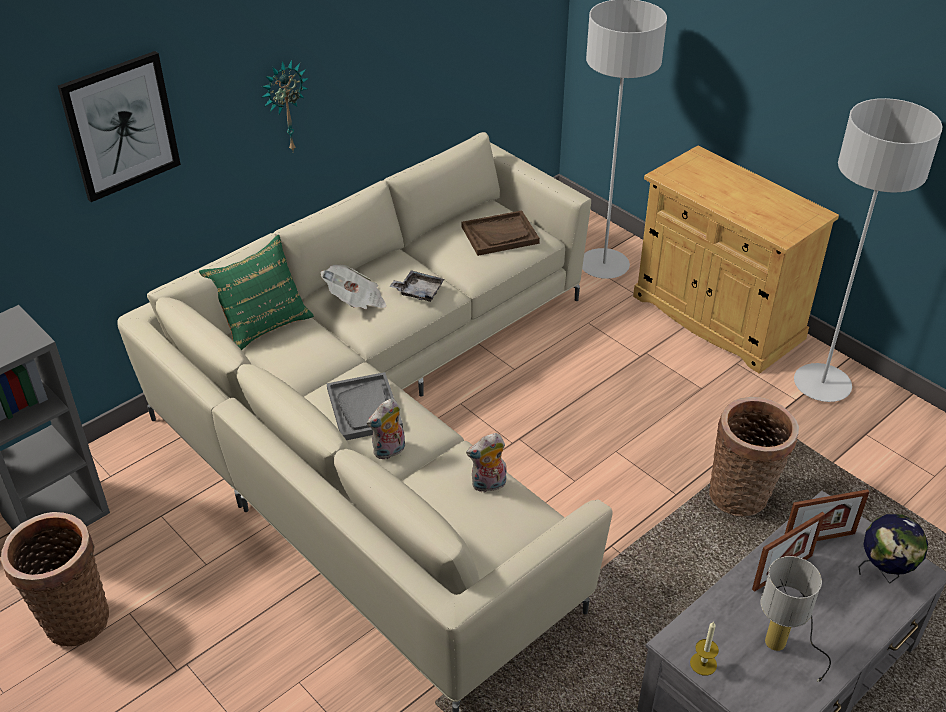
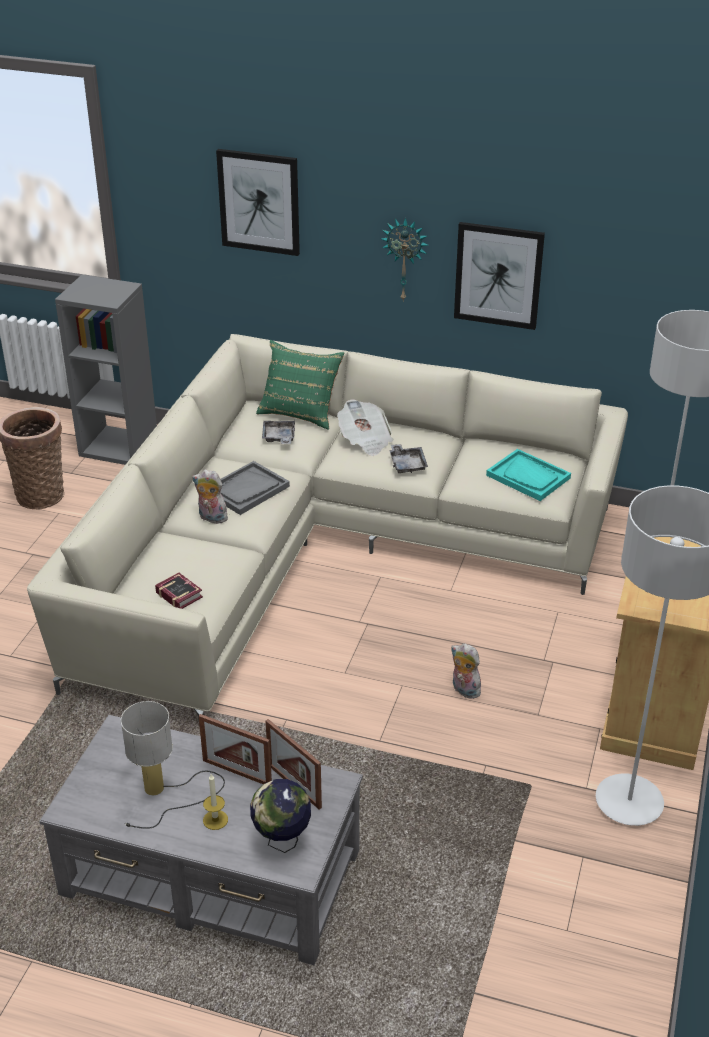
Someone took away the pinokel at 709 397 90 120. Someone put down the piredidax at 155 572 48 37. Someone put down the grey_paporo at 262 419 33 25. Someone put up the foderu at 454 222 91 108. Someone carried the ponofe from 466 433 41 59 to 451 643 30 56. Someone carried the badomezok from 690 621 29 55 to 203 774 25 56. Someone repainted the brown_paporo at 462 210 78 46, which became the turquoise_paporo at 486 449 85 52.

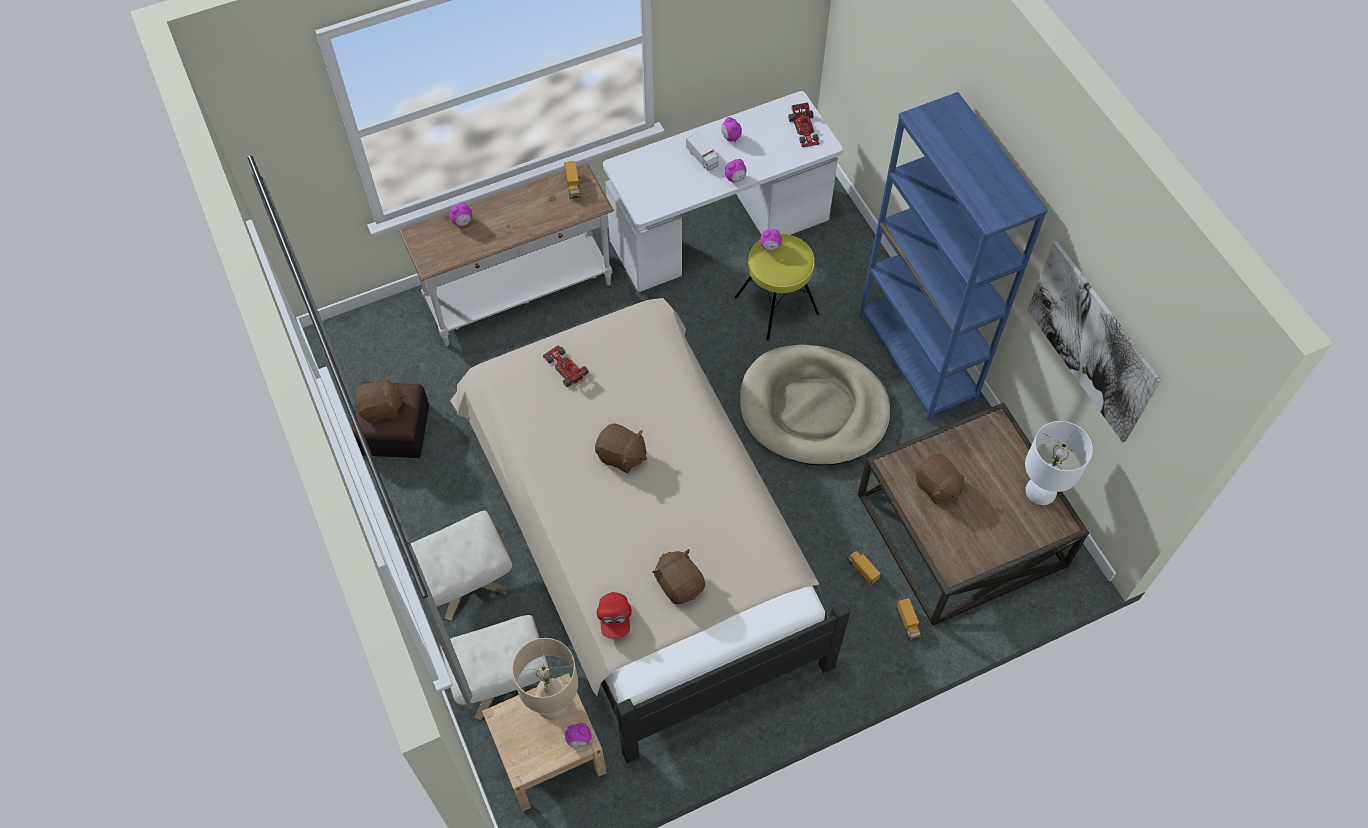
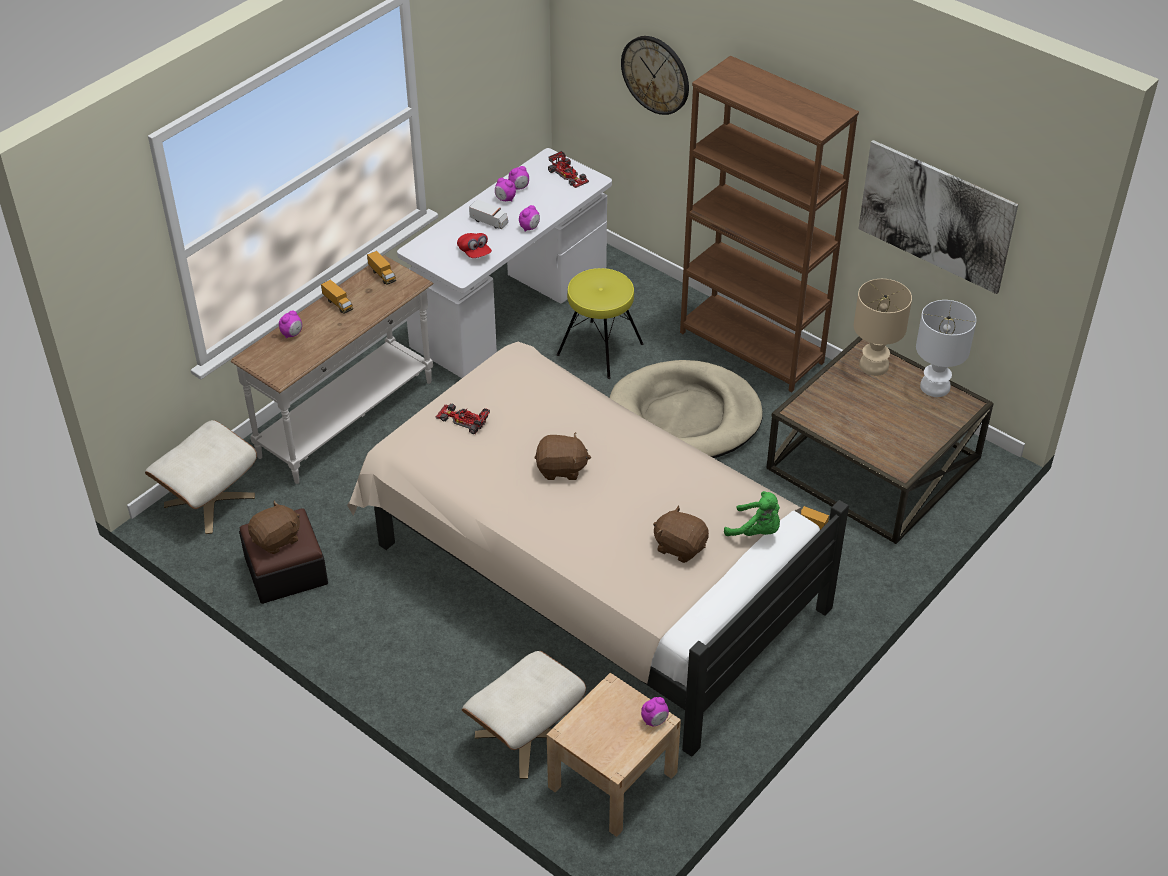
Someone took away the brown_ponofe at 915 454 52 50. Someone put up the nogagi at 621 36 68 79. Someone put down the green_ponofe at 724 491 56 45. Someone carried the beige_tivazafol from 411 510 102 111 to 145 420 112 114. Someone carried the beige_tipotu from 512 638 66 82 to 854 279 58 97. Someone carried the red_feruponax from 597 592 35 47 to 457 233 35 25. Someone carried the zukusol from 760 229 22 22 to 508 166 21 24. Someone carried the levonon from 896 598 25 43 to 321 279 32 35. Someone repainted the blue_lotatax at 860 92 188 329, which became the brown_lotatax at 680 56 179 337.

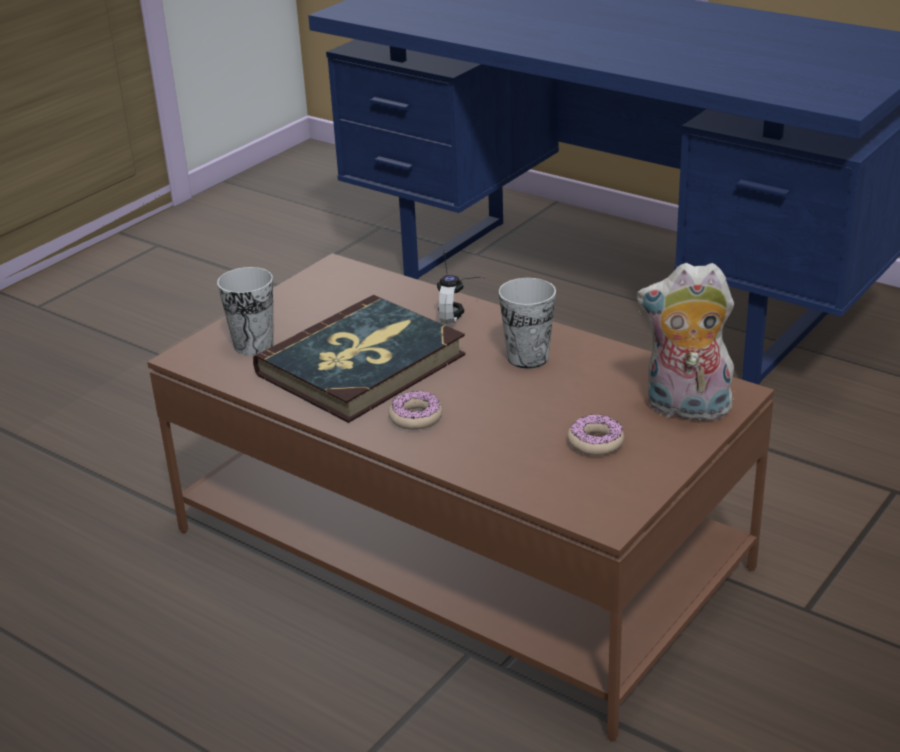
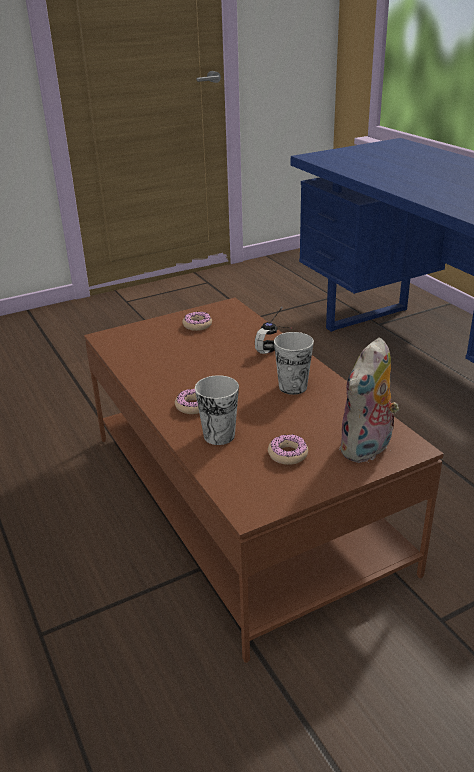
Someone took away the piredidax at 253 295 213 128. Someone put down the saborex at 183 312 29 19. Someone carried the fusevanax from 217 267 57 88 to 195 375 44 70. Someone rotated the ponofe at 637 263 97 158 by 90 degrees counterclockwise.

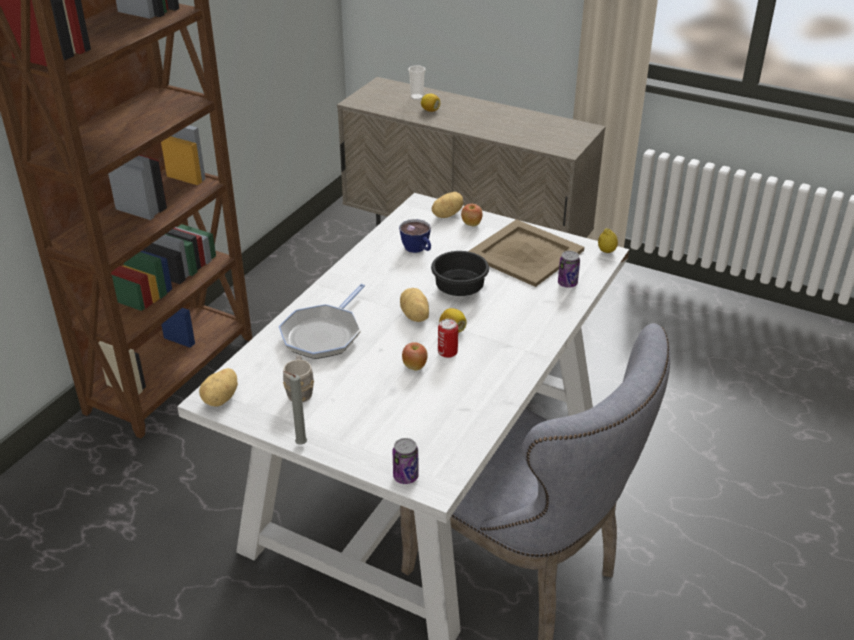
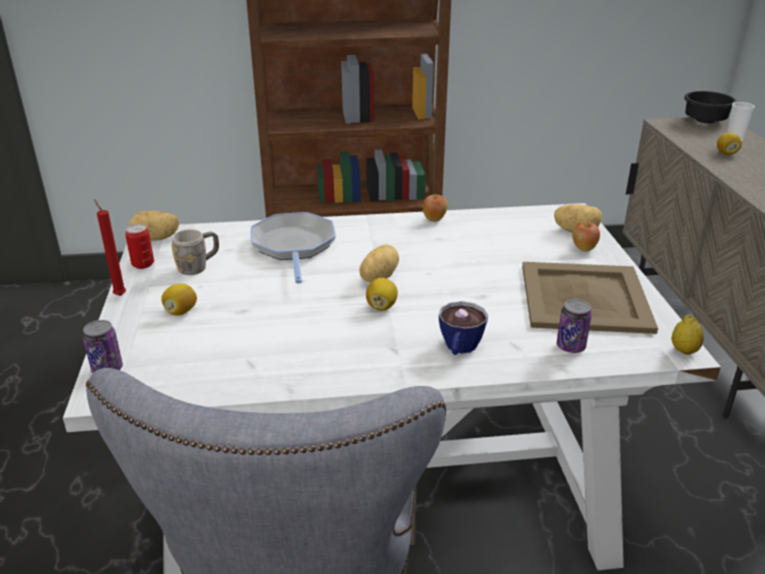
Someone put down the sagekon at 161 284 36 32. Someone carried the fusevanax from 399 219 32 34 to 439 301 49 54. Someone carried the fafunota from 402 342 26 28 to 423 194 25 28. Someone carried the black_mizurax from 431 251 58 45 to 684 91 52 32. Someone carried the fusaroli from 438 319 20 39 to 125 224 29 45. Someone repainted the grey_badomezok at 283 371 24 74, which became the red_badomezok at 94 199 32 97. Someone rotated the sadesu at 279 284 86 75 by 90 degrees clockwise.

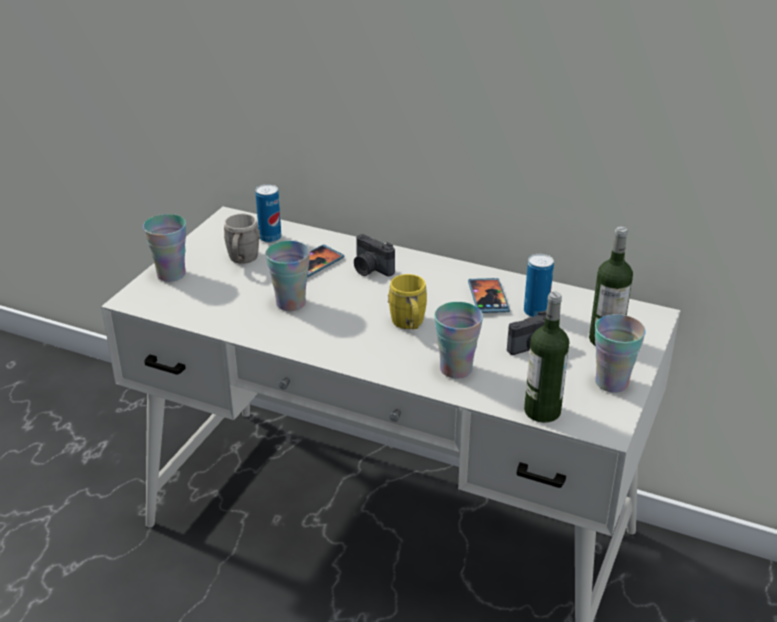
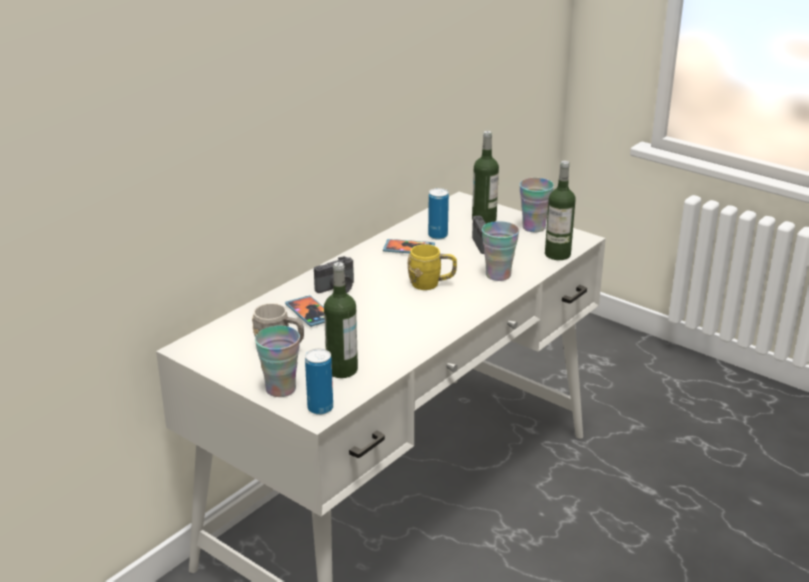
Someone took away the fusevanax at 265 241 45 70. Someone put down the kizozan at 324 262 34 116. Someone carried the fusaroli from 255 184 26 59 to 305 348 28 67.

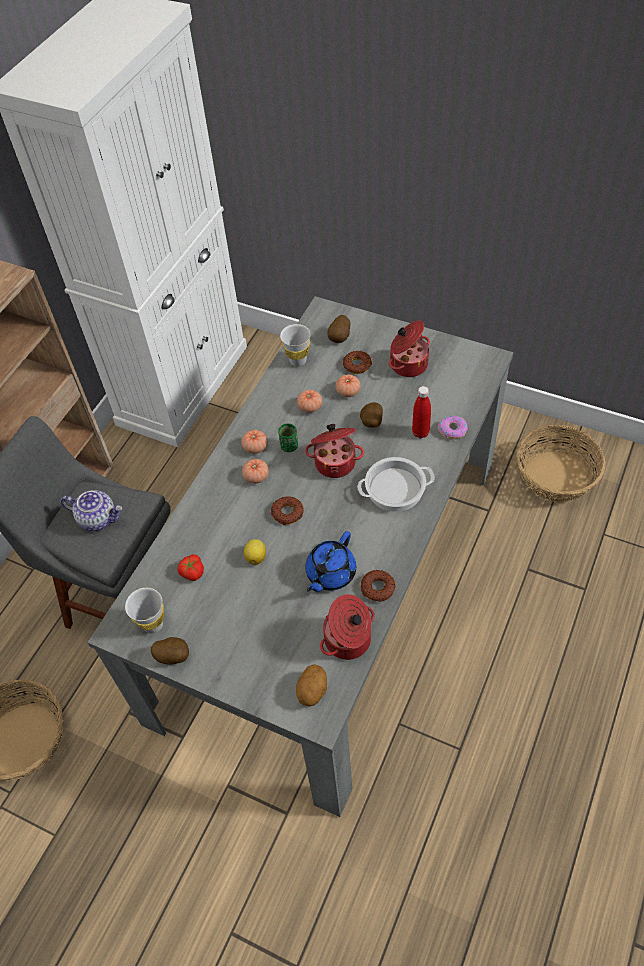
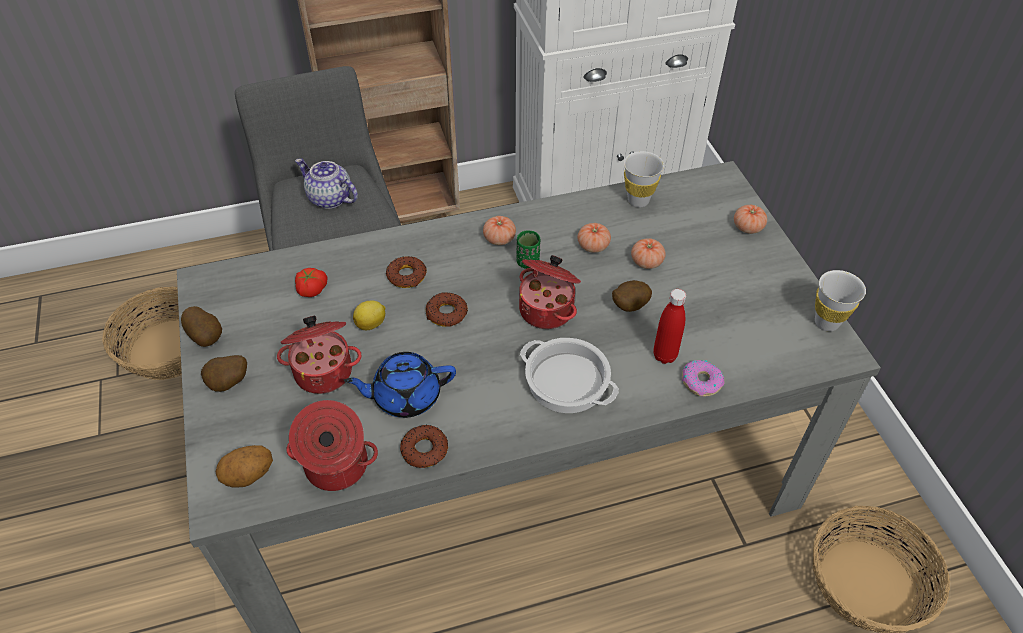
Someone carried the white_fusevanax from 125 588 39 46 to 815 270 51 62. Someone carried the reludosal from 242 459 27 25 to 734 205 33 29. Someone carried the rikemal from 327 315 23 28 to 201 355 46 37. Someone carried the saborex from 343 351 29 23 to 386 256 41 32. Someone carried the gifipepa from 388 320 42 57 to 277 316 85 78. Someone rotated the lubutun at 61 490 62 41 by 150 degrees clockwise.

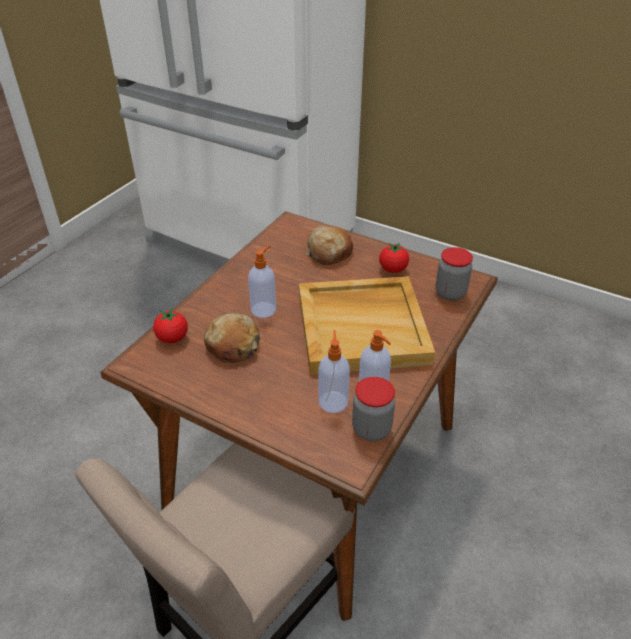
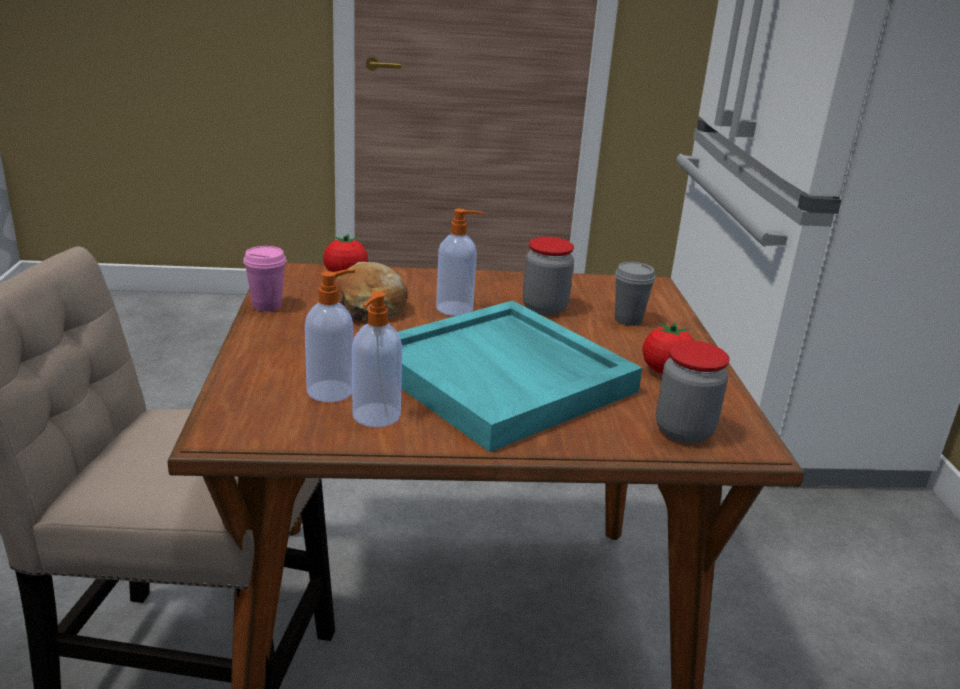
Someone put down the pink_fusevanax at 243 246 43 66. Someone carried the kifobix from 352 377 43 64 to 523 237 51 78. Someone swapped the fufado at 306 226 47 39 for the grey_fusevanax at 615 262 41 64. Someone repainted the beige_paporo at 299 276 136 99, which became the turquoise_paporo at 397 300 245 152.

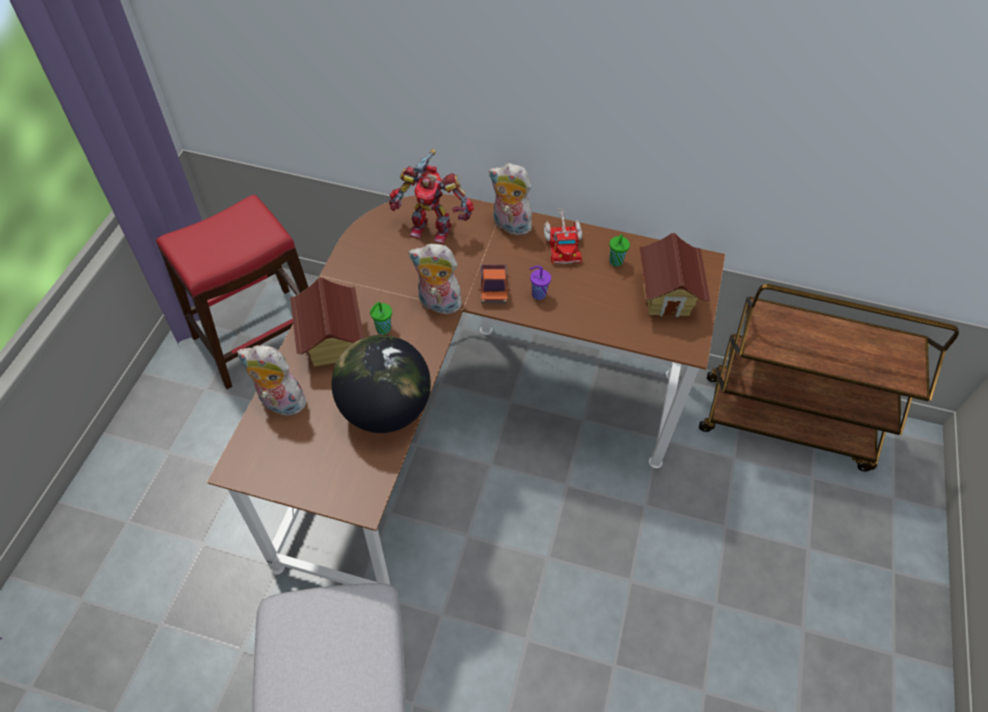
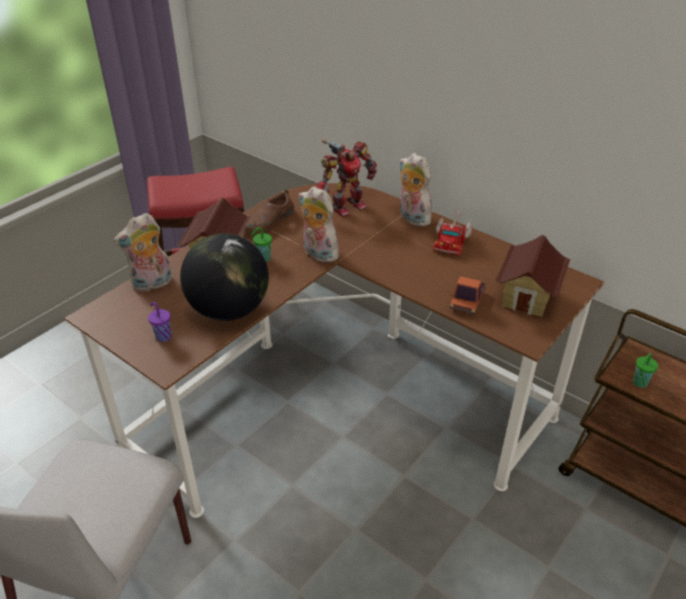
Someone put down the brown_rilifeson at 242 189 52 48. Someone carried the levonon from 479 265 31 38 to 450 276 36 39. Someone carried the purple_fusevanax from 529 265 22 35 to 148 302 23 40. Someone carried the green_fusevanax from 609 234 21 32 to 633 353 25 35. Someone rotated the ponofe at 237 345 71 71 by 75 degrees counterclockwise. Someone rotated the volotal at 389 149 85 95 by 75 degrees counterclockwise.

